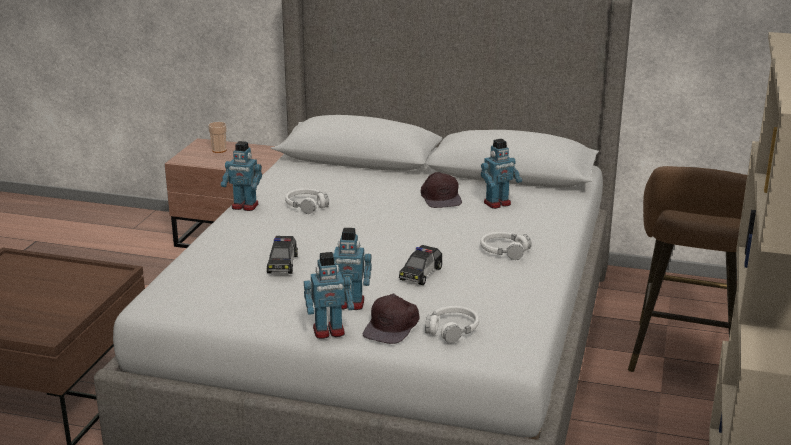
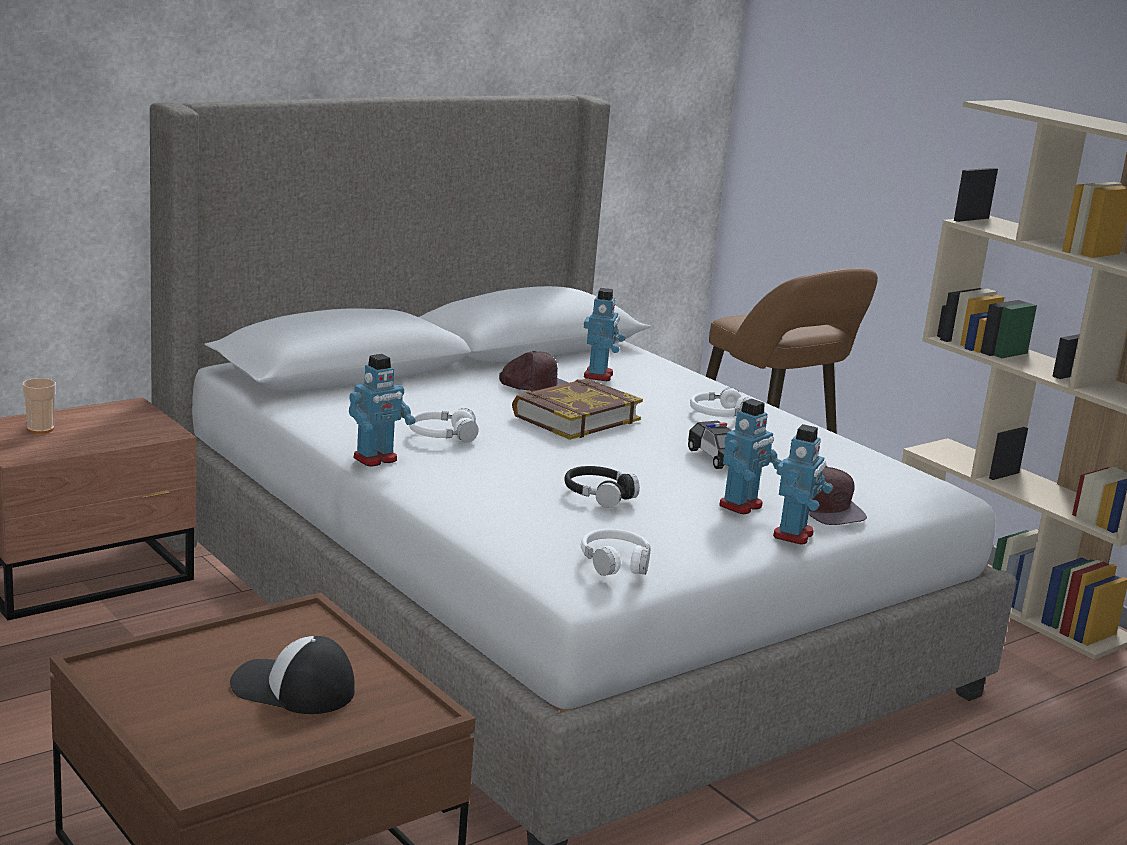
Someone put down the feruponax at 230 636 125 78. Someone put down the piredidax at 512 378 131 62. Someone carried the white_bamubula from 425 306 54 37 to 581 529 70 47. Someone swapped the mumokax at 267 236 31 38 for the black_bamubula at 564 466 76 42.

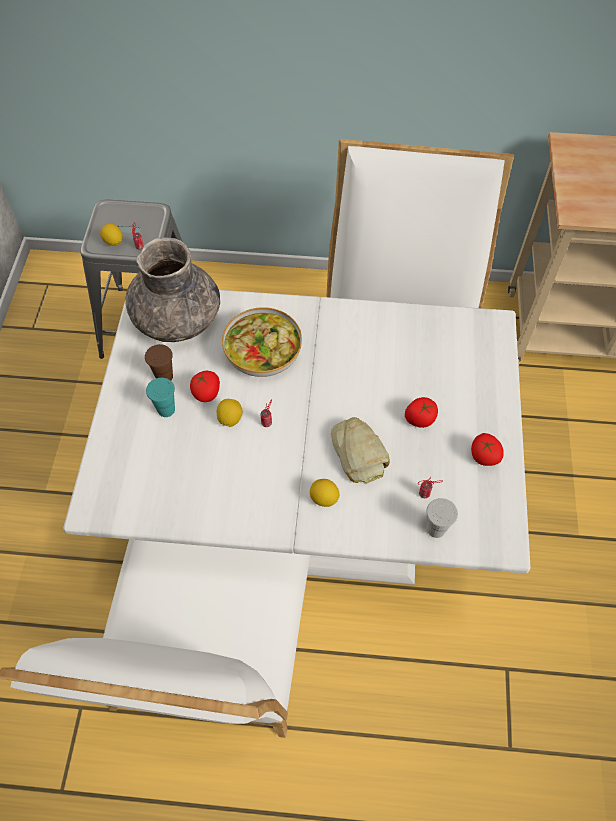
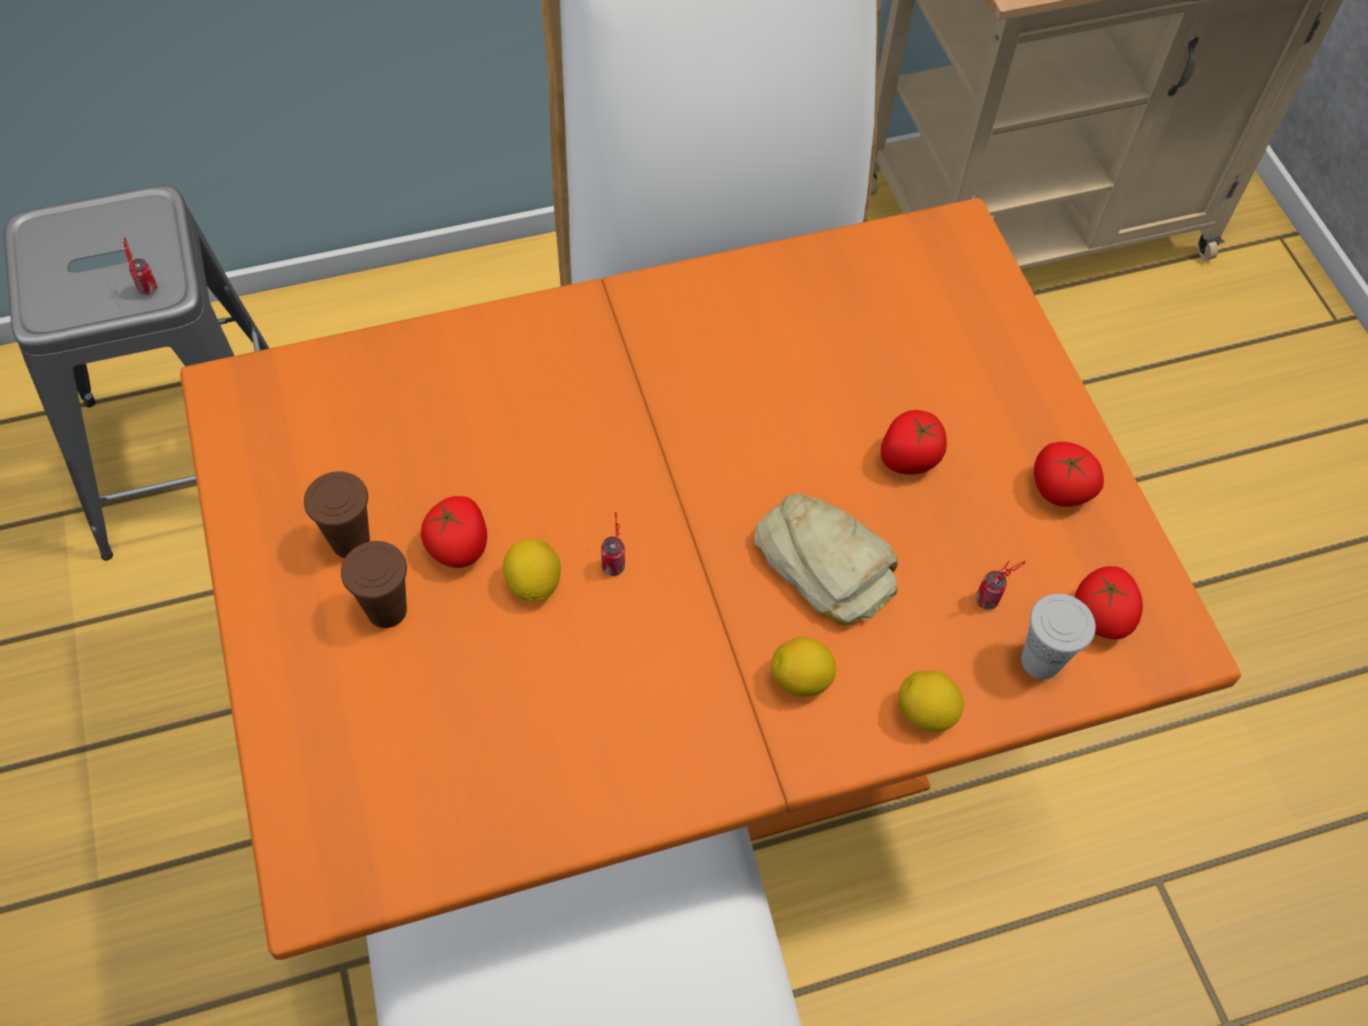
Someone took away the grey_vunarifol at 125 237 95 105. Someone took away the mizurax at 222 307 80 70. Someone put down the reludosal at 1074 566 69 73. Someone carried the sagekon from 100 223 23 23 to 898 670 66 62. Someone repainted the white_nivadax at 63 290 468 295, which became the orange_nivadax at 180 198 1061 762. Someone repainted the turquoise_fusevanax at 146 378 29 39, which became the brown_fusevanax at 341 541 66 87.

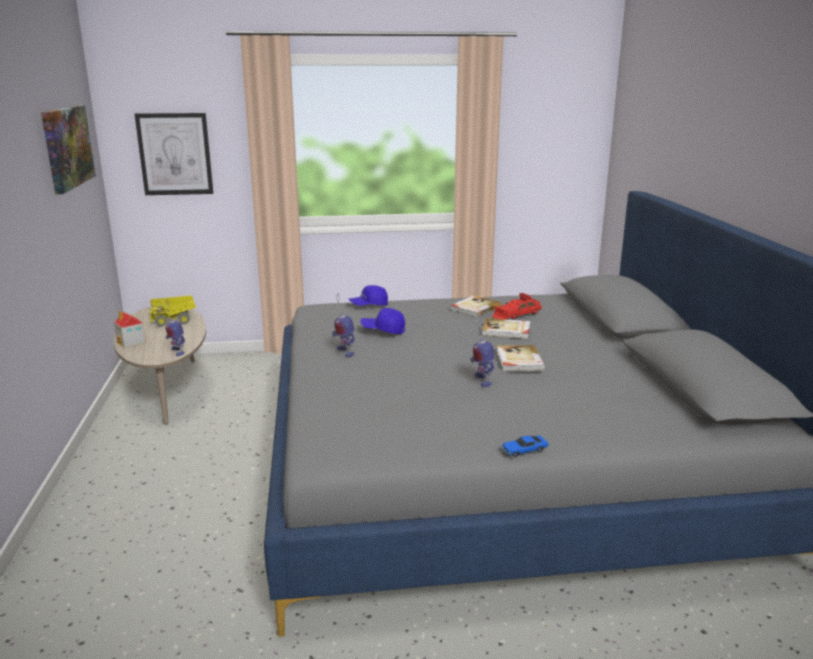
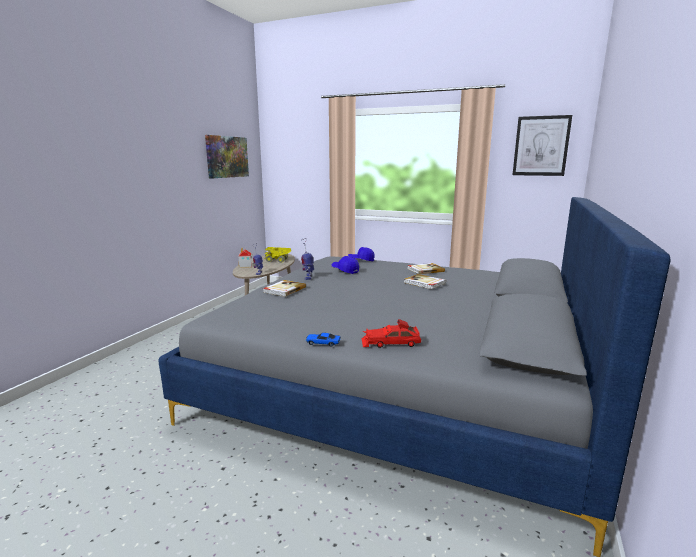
Someone took away the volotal at 471 316 24 71. Someone carried the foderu from 135 113 78 82 to 513 115 59 61. Someone carried the red_mumokax from 492 293 50 27 to 362 319 59 29. Someone carried the piredidax from 496 345 49 26 to 263 280 43 17.

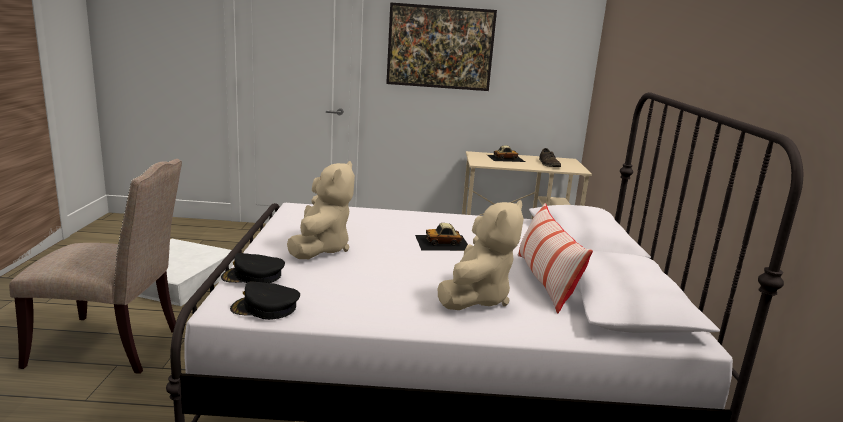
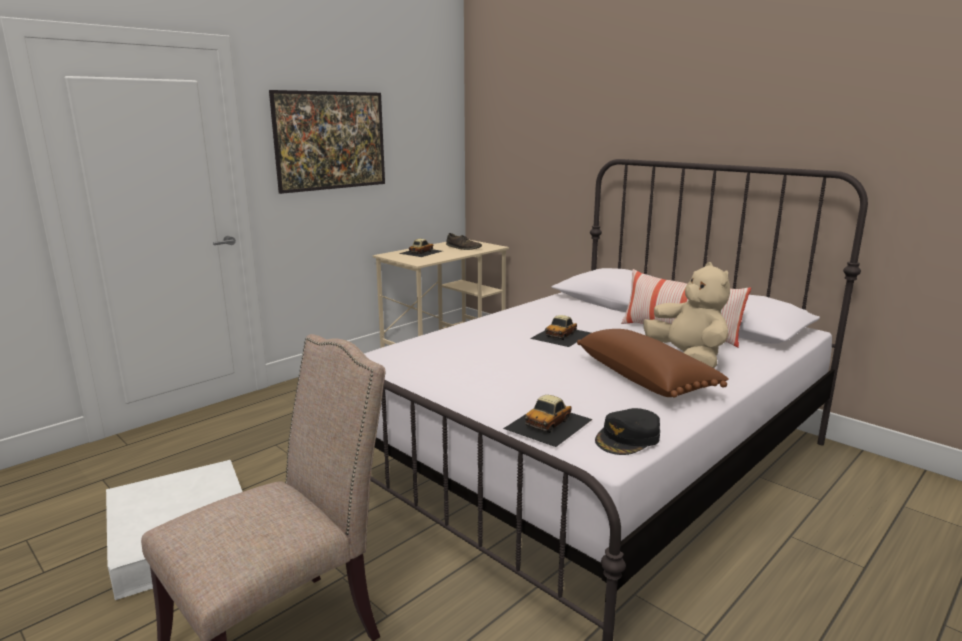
Someone took away the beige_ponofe at 287 161 68 98. Someone put down the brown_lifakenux at 577 329 152 69. Someone swapped the black_feruponax at 221 253 64 30 for the mumokax at 503 395 90 52.

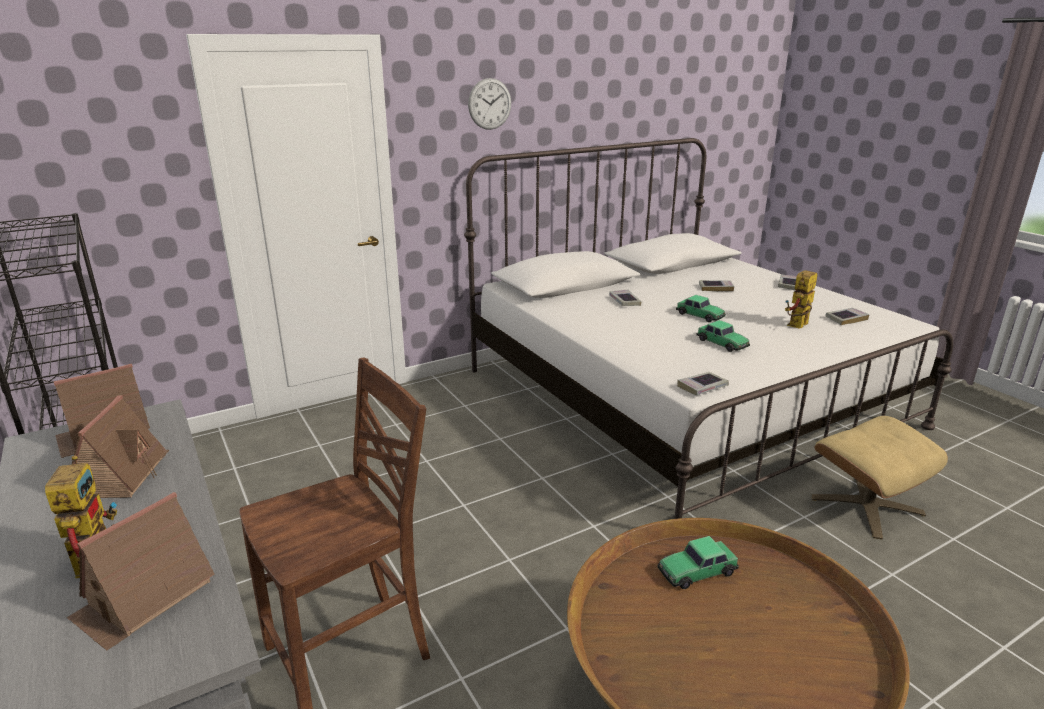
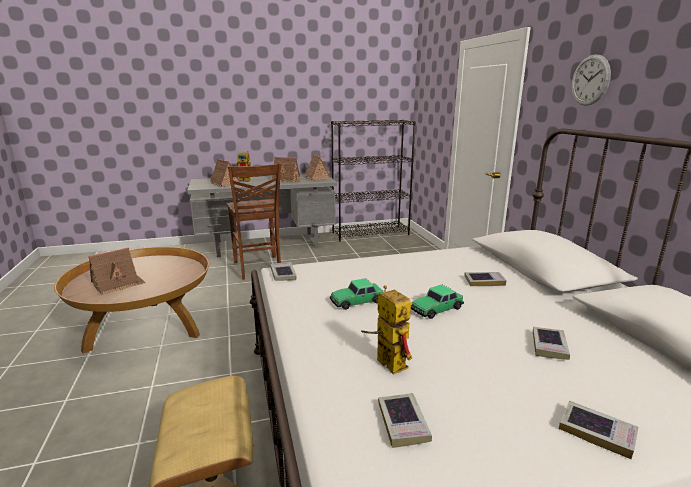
Someone took away the mumokax at 658 536 81 53. Someone put down the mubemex at 88 247 58 48.

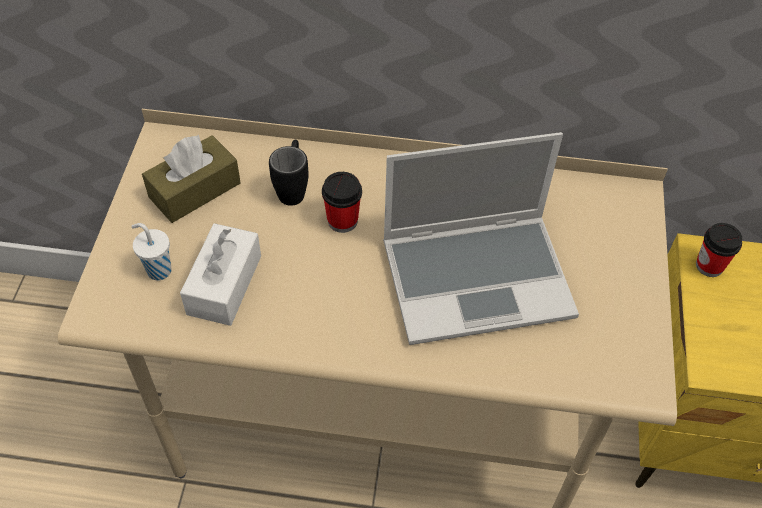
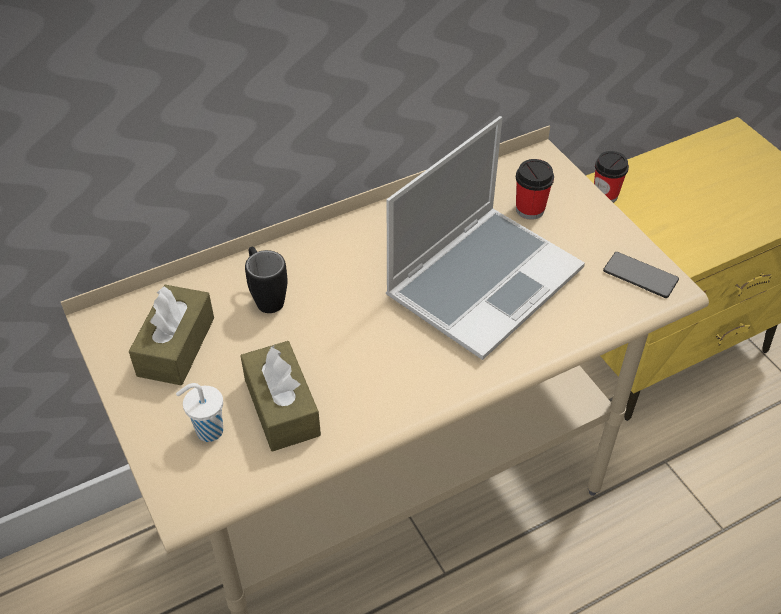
Someone put down the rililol at 603 252 76 46. Someone carried the fusevanax from 322 172 40 61 to 516 159 38 61. Someone repainted the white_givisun at 180 223 81 103, which became the brown_givisun at 241 341 80 111.

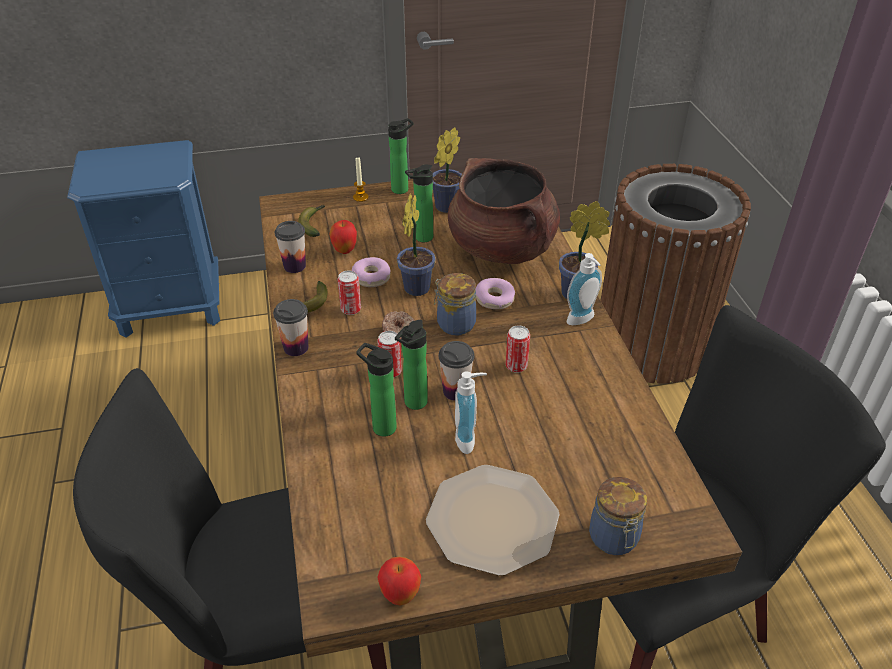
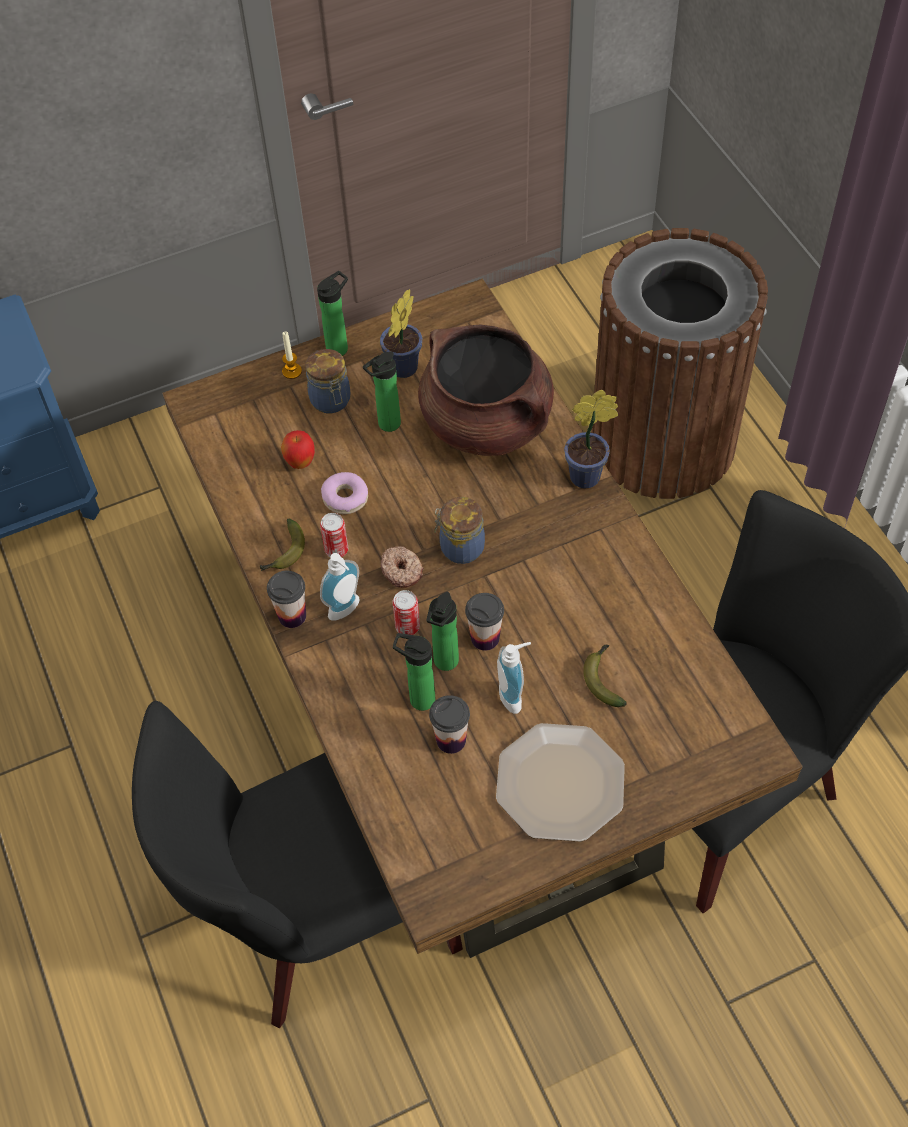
Someone took away the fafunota at 377 557 44 48. Someone took away the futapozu at 397 194 39 102. Someone took away the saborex at 476 278 39 31. Someone took away the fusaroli at 506 326 24 47. Someone carried the fusevanax from 275 221 31 52 to 429 695 41 59. Someone carried the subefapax from 298 205 27 32 to 583 644 44 63. Someone carried the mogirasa from 567 253 35 72 to 320 553 40 68. Someone carried the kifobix from 589 477 58 78 to 305 349 45 64.

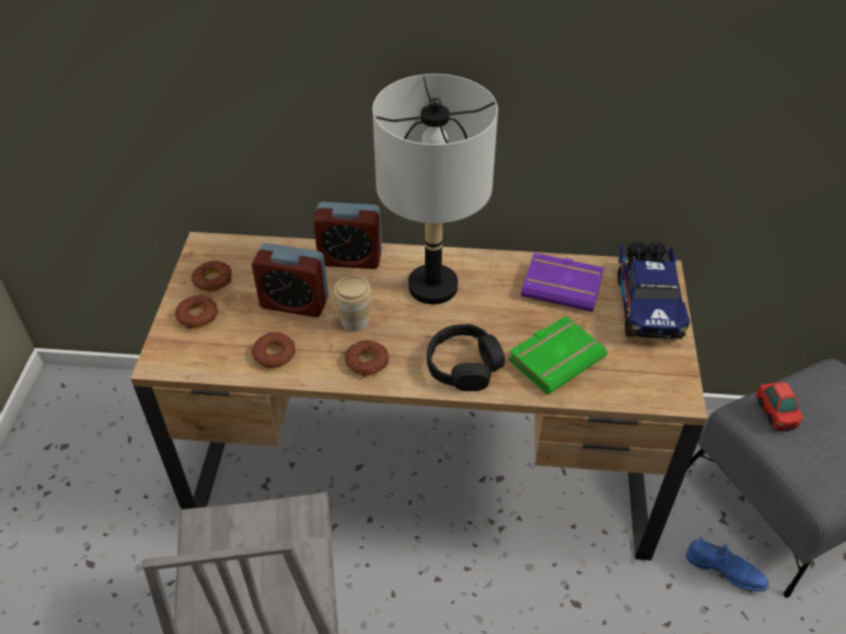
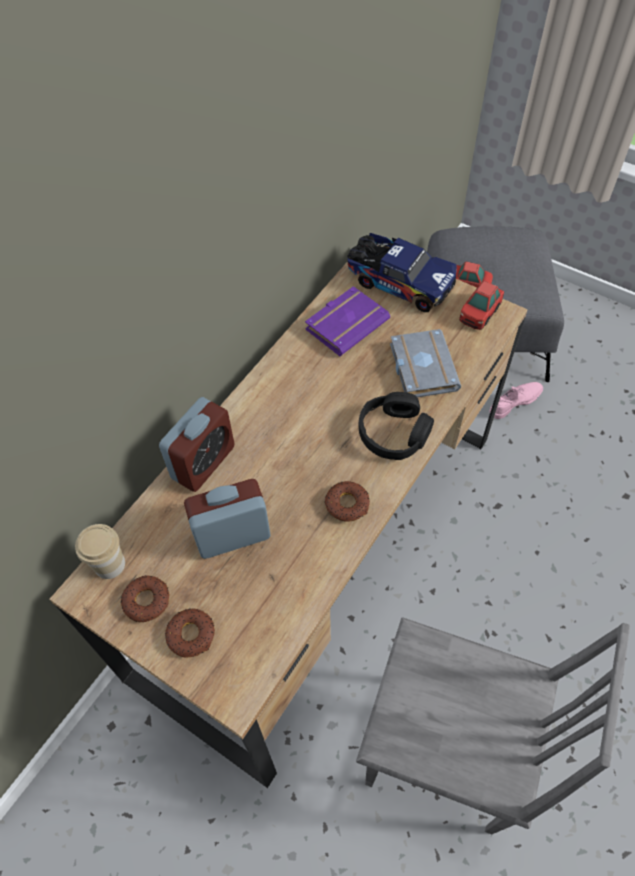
Someone took away the saborex at 251 332 44 36. Someone took away the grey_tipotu at 372 74 126 231. Someone put down the mumokax at 459 281 45 49. Someone carried the fusevanax from 333 276 39 55 to 75 524 50 55. Someone repainted the green_piredidax at 509 316 98 79, which became the grey_piredidax at 390 329 71 68. Someone repainted the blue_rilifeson at 686 537 83 55, which became the pink_rilifeson at 489 382 55 37. Someone rotated the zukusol at 252 243 77 74 by 150 degrees counterclockwise.

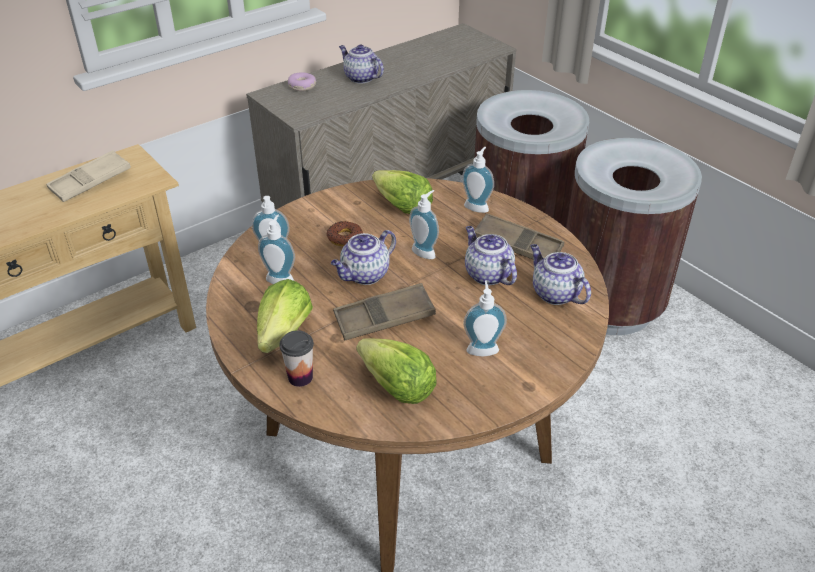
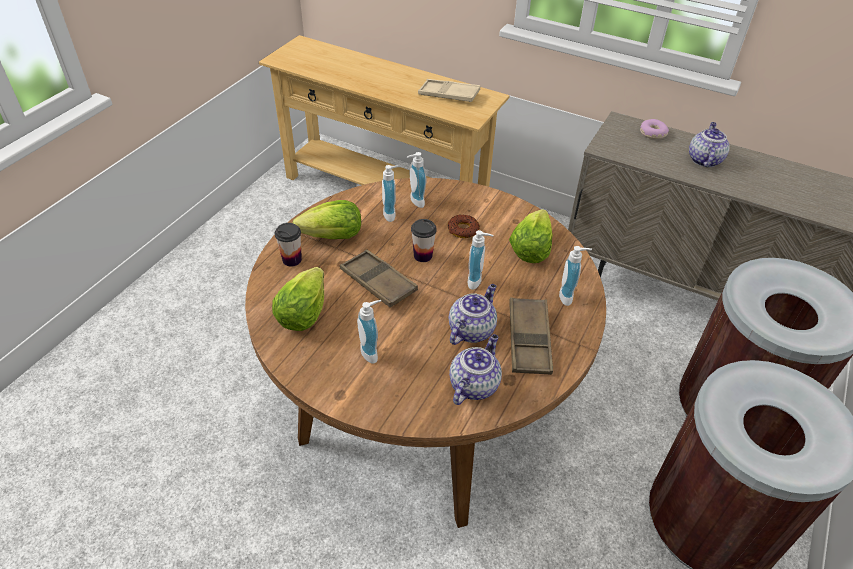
Someone swapped the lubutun at 331 230 65 55 for the fusevanax at 411 219 26 43.

